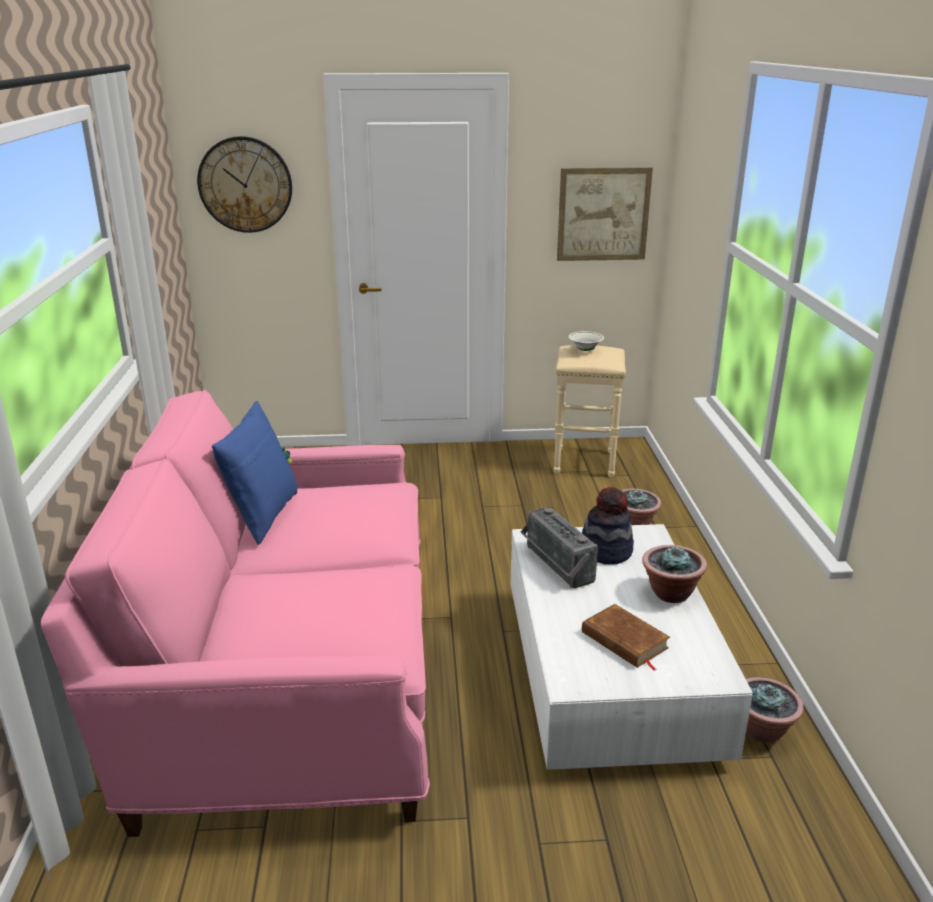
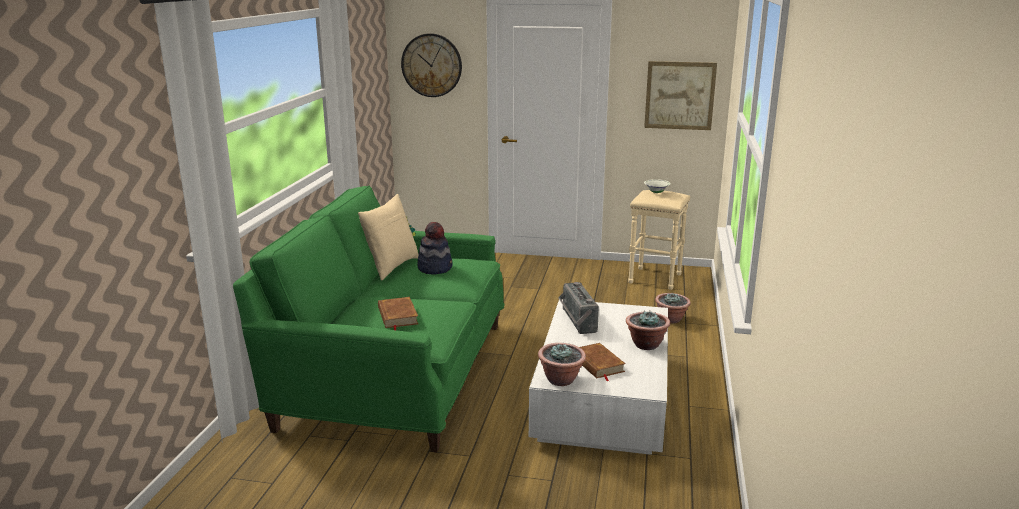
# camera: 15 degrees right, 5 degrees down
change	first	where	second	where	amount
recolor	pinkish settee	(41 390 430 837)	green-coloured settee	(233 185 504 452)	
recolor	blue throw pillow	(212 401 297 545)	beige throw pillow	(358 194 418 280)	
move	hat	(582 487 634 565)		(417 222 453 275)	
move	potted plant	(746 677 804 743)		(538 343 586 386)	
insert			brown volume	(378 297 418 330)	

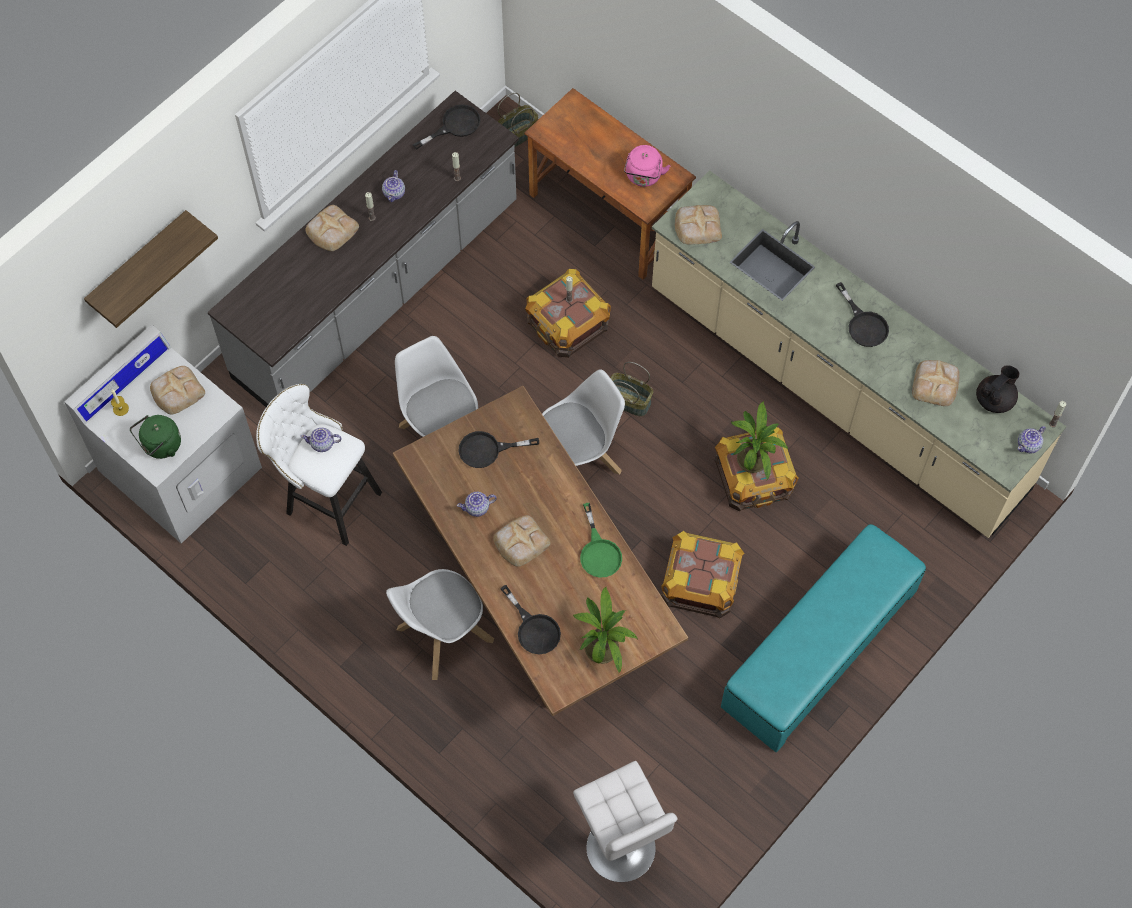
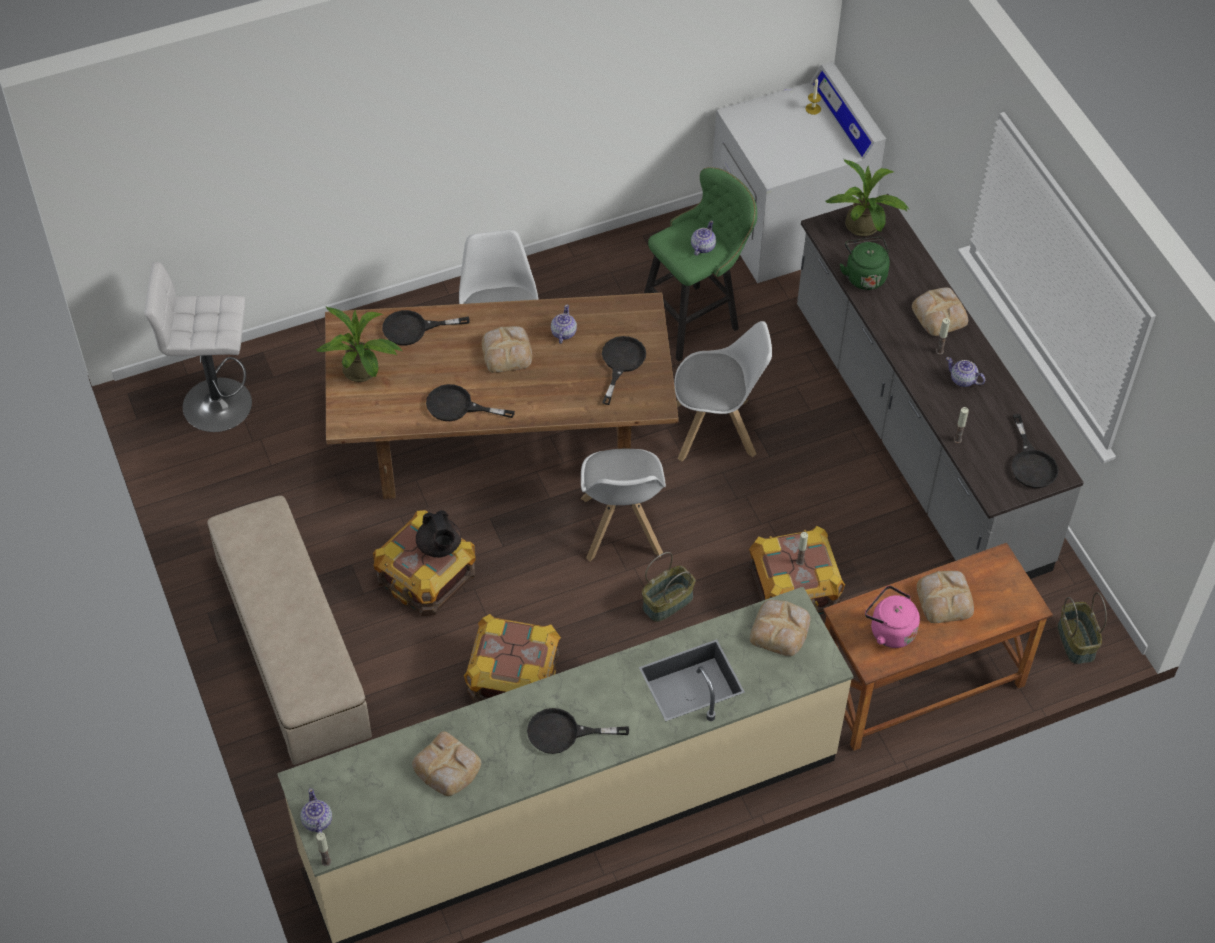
# camera: 115 degrees right, 10 degrees down
change	first	where	second	where	amount
delete	wall shelf	(84 210 218 328)			
move	green-coloured water kettle	(130 415 181 459)		(840 237 890 290)	
move	bread	(150 366 205 414)		(917 571 974 623)	
recolor	whitish stool	(256 384 382 546)	green-coloured stool	(644 167 757 362)	
recolor	green-coloured skillet	(580 503 622 578)	black skillet	(426 384 515 421)	
recolor	turquoise-coloured bench	(721 524 926 752)	beige bench	(207 496 372 765)	
move	potted plant	(731 401 788 480)		(825 159 909 237)	
move	black teapot	(976 366 1019 413)		(416 510 461 558)	

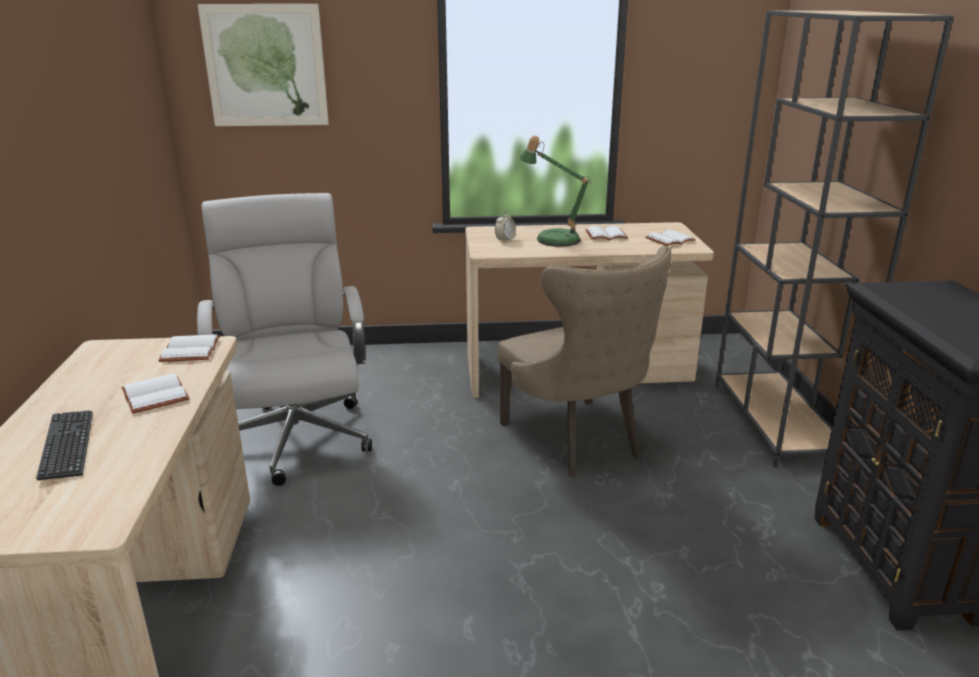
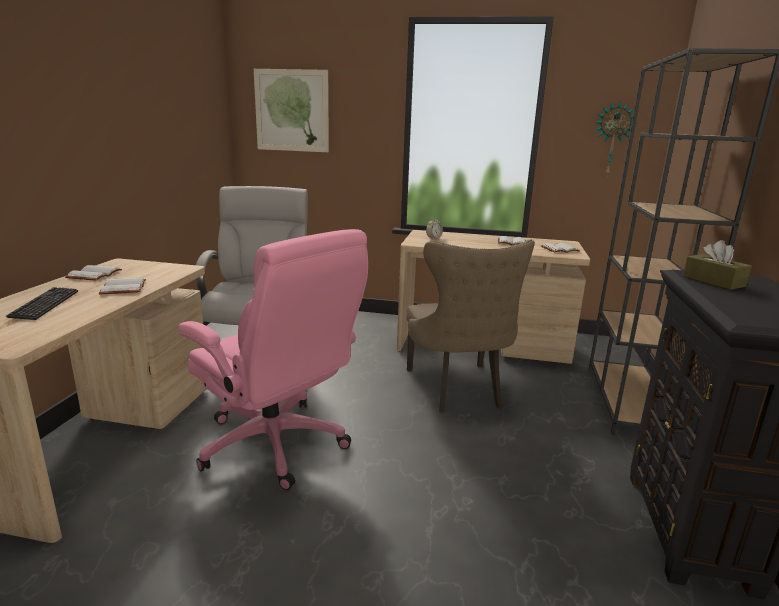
# camera: 15 degrees right, 5 degrees down
change	first	where	second	where	amount
move	whitish volume	(158 334 220 362)		(65 265 122 281)	
delete	lamp for a table	(519 136 591 247)			
insert			pinkish office chair	(178 229 368 490)	
insert			hanging clock	(595 102 638 176)	
insert			brown box of tissues	(683 240 752 290)	

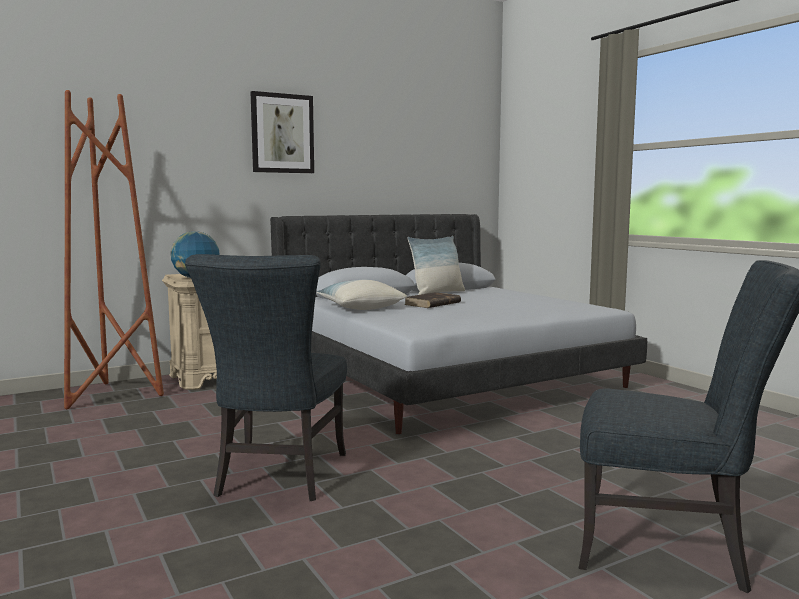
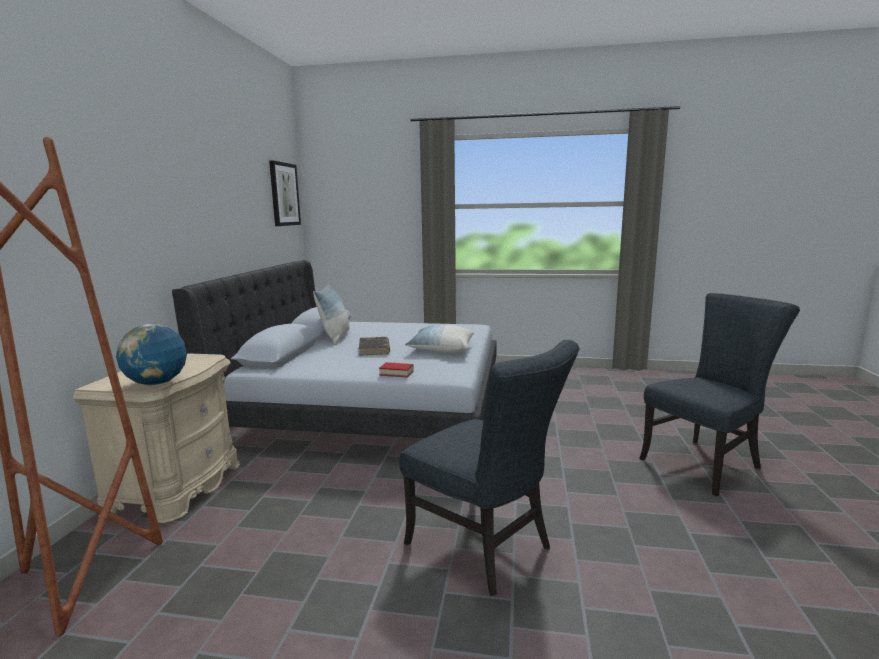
# camera: 50 degrees left, 5 degrees up
change	first	where	second	where	amount
move	wall picture	(251 91 314 173)		(269 160 301 226)	
move	throw pillow	(317 280 407 310)		(405 325 474 353)	
insert			volume	(379 362 414 377)	

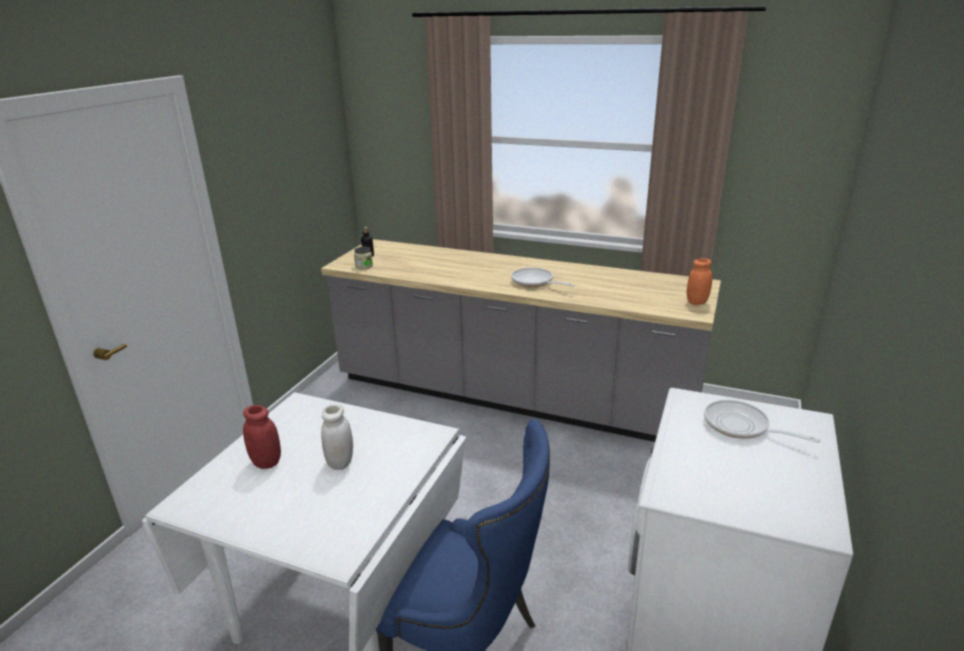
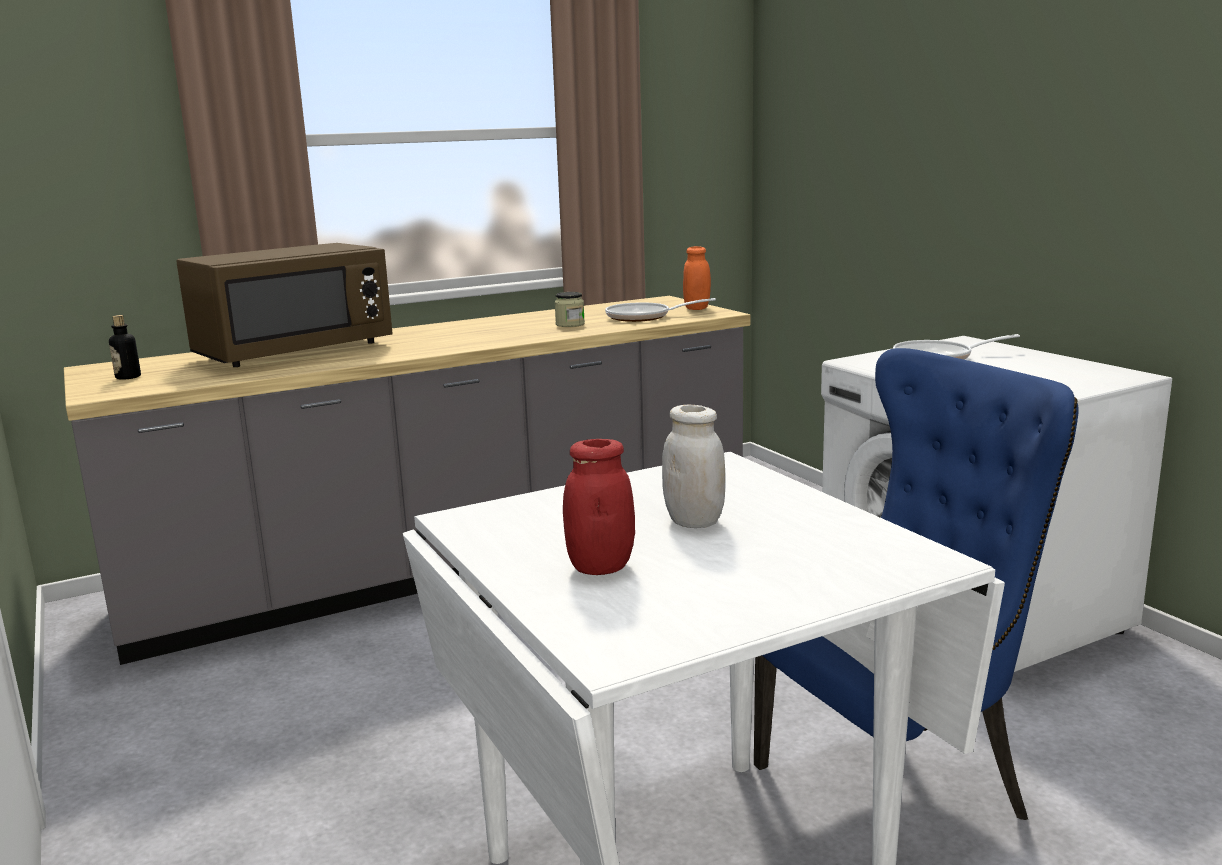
# camera: 50 degrees left, 10 degrees down
change	first	where	second	where	amount
move	storage jar	(354 247 373 269)		(555 292 585 327)	
move	skillet	(511 267 575 287)		(605 298 716 322)	
insert			brown microwave	(176 243 393 367)	

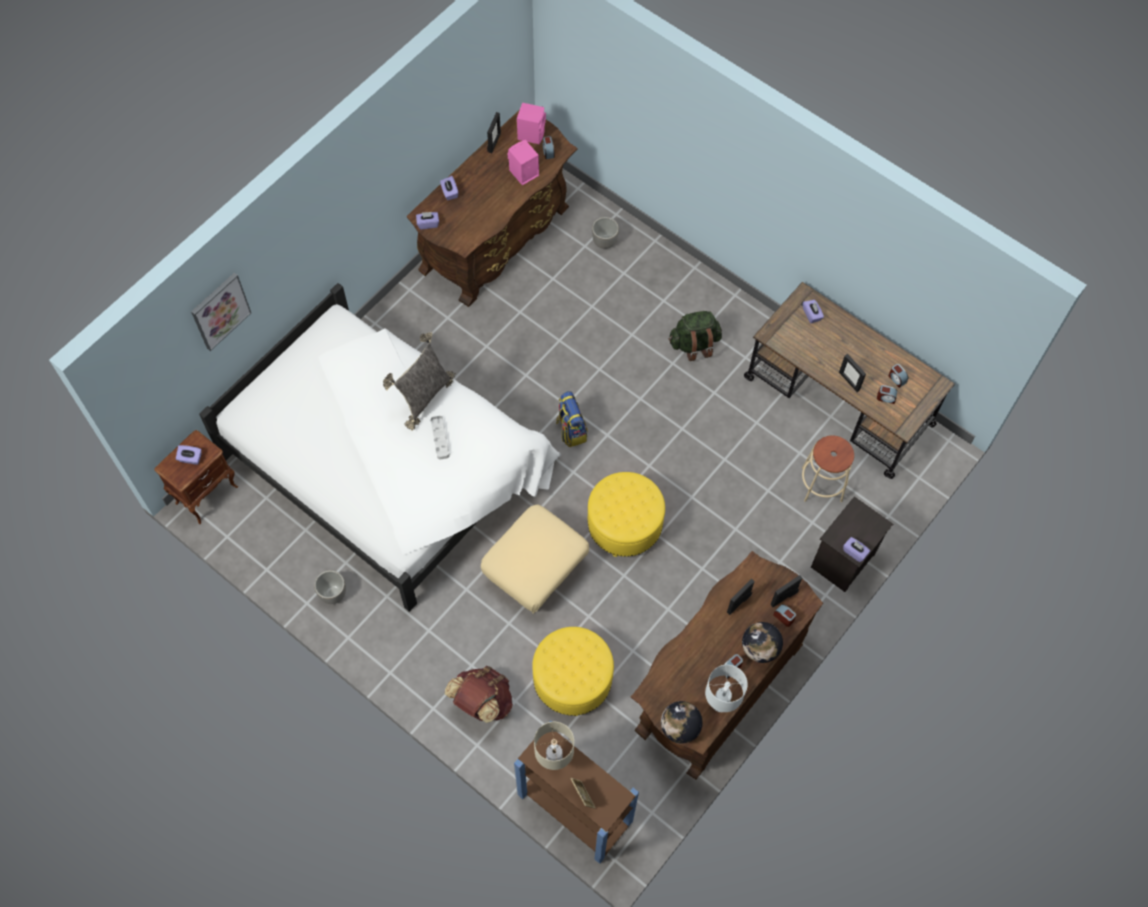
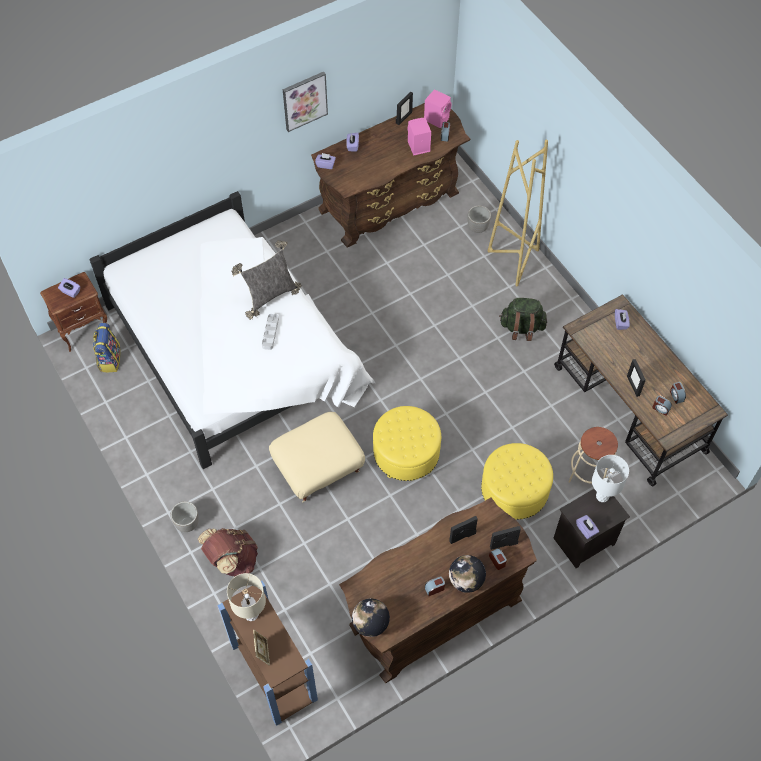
# camera: 20 degrees right, 5 degrees down
change	first	where	second	where	amount
move	wall picture	(191 272 251 351)		(283 72 328 132)	
move	planter	(314 570 346 604)		(170 501 199 532)	
move	yellow-coloured ottoman	(532 627 614 716)		(481 443 553 520)	
move	backpack	(556 391 588 447)		(93 323 121 372)	
move	whitish lamp for a table	(705 665 748 712)		(592 455 629 502)	
insert			yellow-coloured garment stand	(488 140 548 286)	

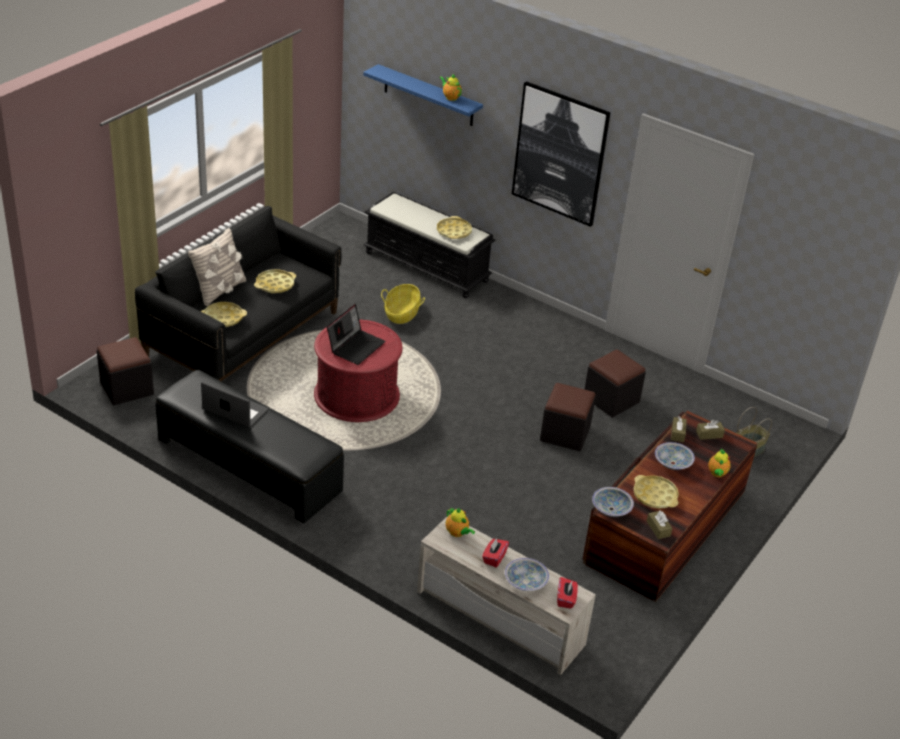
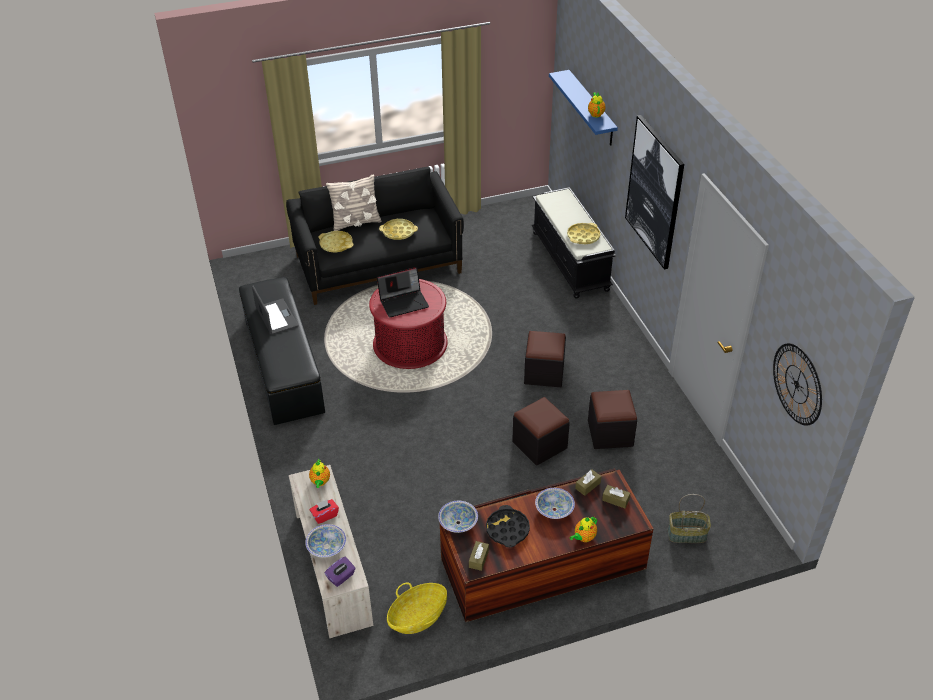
# camera: 40 degrees right, 5 degrees up
change	first	where	second	where	amount
move	black ottoman	(97 337 154 405)		(524 331 566 387)	
move	household basket	(381 284 425 324)		(387 582 447 634)	
recolor	reddish box of tissues	(557 577 578 609)	purple-coloured box of tissues	(325 556 356 587)	
recolor	yellow-coloured tray	(633 475 679 509)	black tray	(486 505 530 547)	
insert			hanging clock	(773 343 822 426)	

